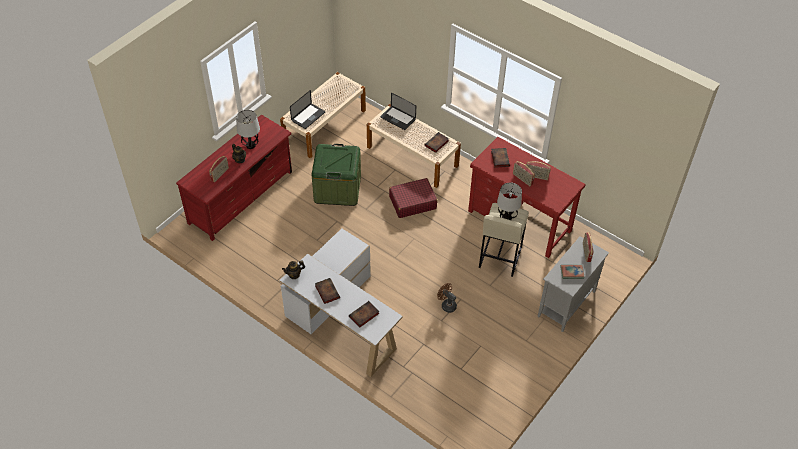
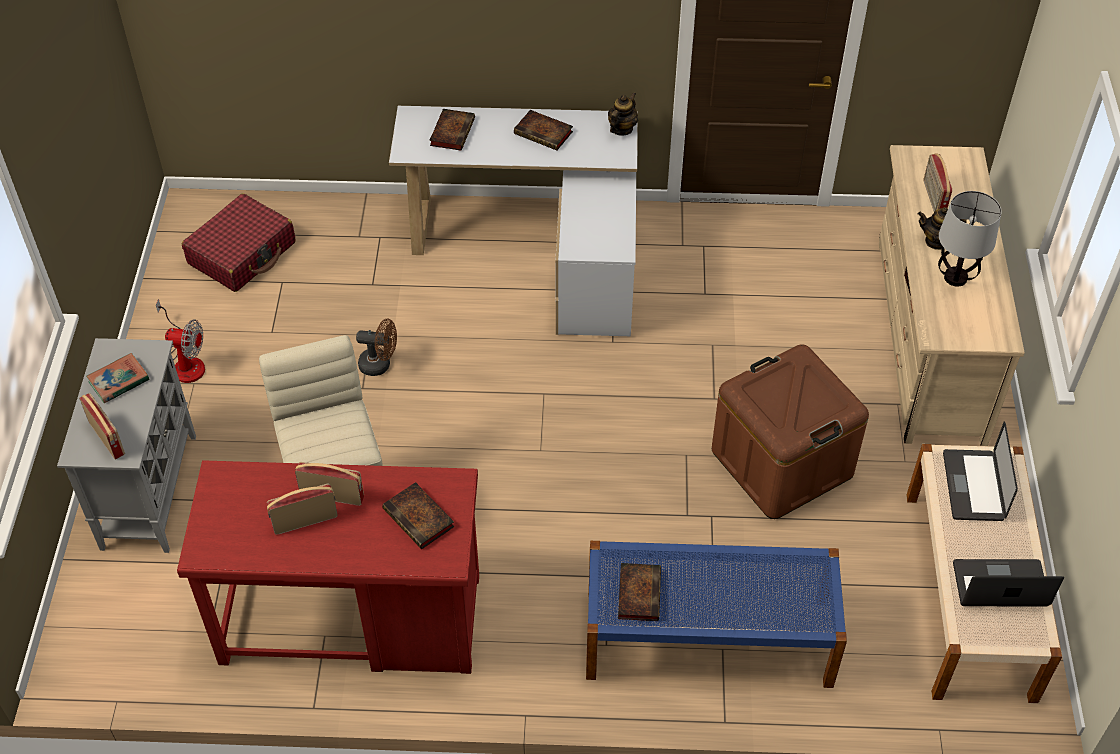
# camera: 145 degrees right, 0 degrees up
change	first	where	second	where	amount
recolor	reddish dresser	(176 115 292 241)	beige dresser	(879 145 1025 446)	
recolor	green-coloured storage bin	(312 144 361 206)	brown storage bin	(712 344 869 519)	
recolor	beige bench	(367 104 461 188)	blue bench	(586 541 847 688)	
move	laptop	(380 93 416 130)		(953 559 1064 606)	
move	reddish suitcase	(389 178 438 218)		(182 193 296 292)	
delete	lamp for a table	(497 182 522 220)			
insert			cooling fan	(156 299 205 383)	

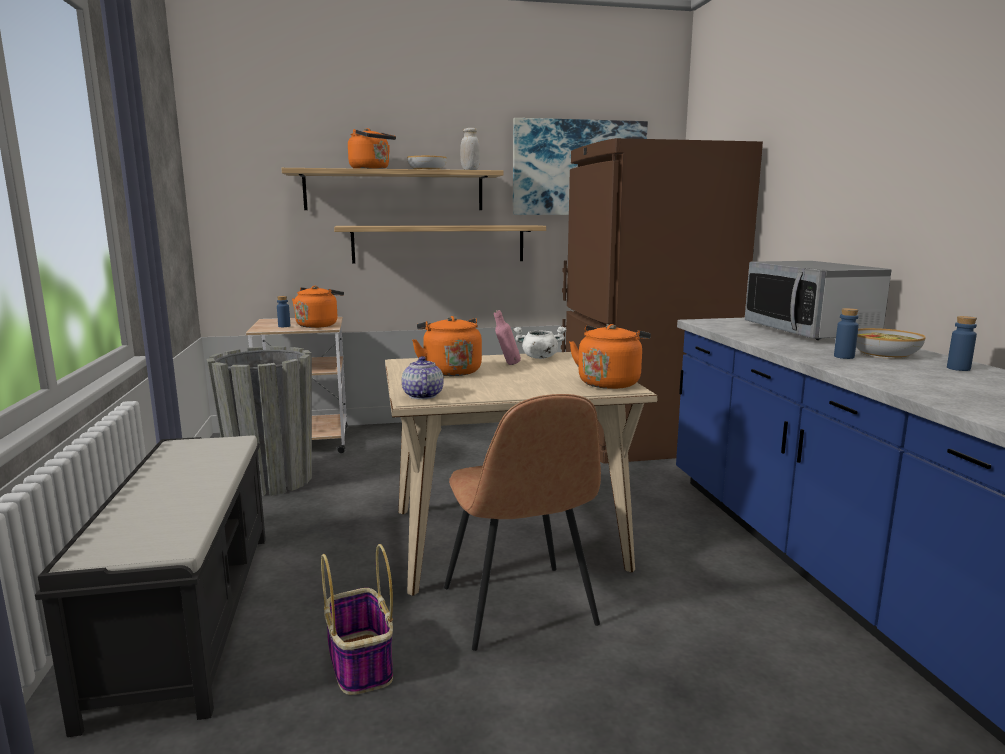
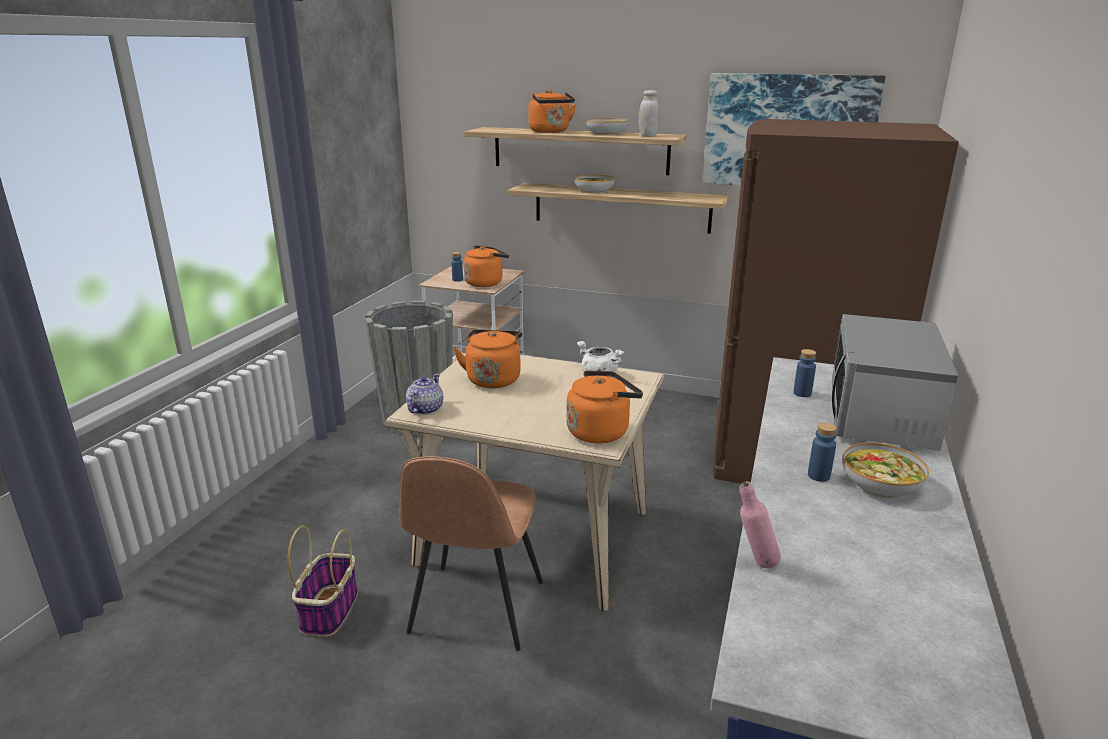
# camera: 30 degrees right, 10 degrees up
change	first	where	second	where	amount
delete	black bench	(35 435 266 737)			
move	pinkish bottle	(494 310 521 365)		(739 481 781 568)	
move	blue bottle	(947 316 977 371)		(793 349 816 397)	
insert			bowl	(574 175 615 193)	

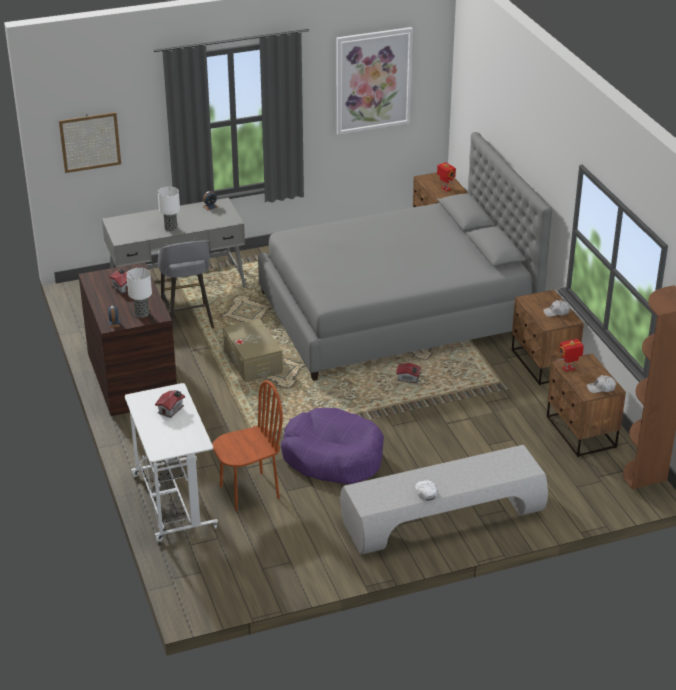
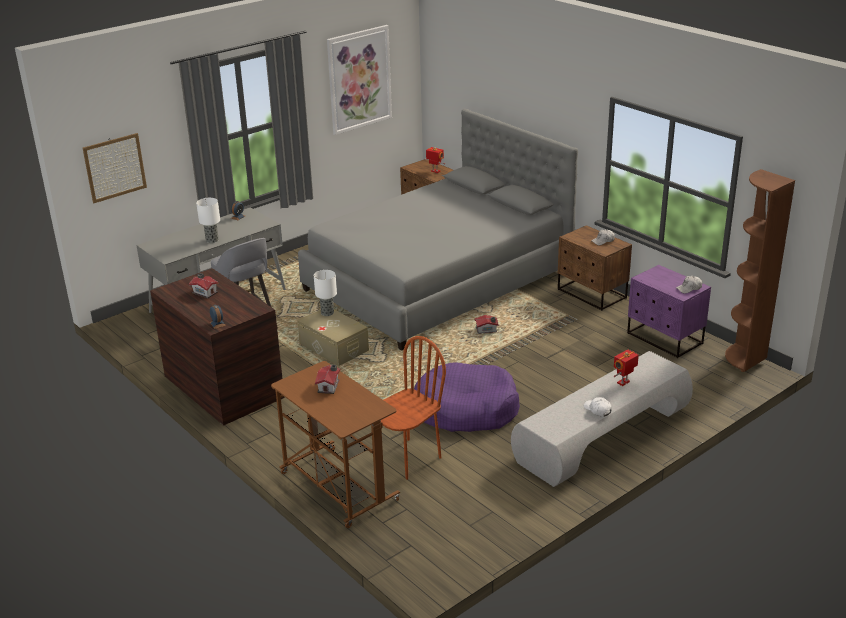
# camera: 20 degrees left, 5 degrees down
change	first	where	second	where	amount
recolor	whitish desk	(125 383 218 542)	brown desk	(271 361 400 528)	
move	lamp for a table	(126 268 152 318)		(314 270 337 316)	
recolor	brown night table	(547 354 626 457)	purple-coloured night table	(627 265 711 358)	
move	toy robot	(556 339 586 372)		(614 349 639 386)	

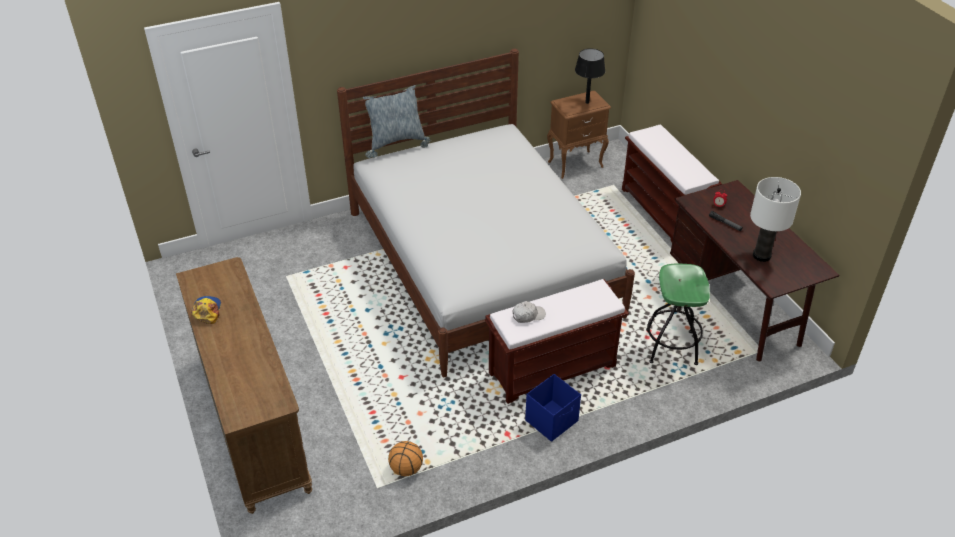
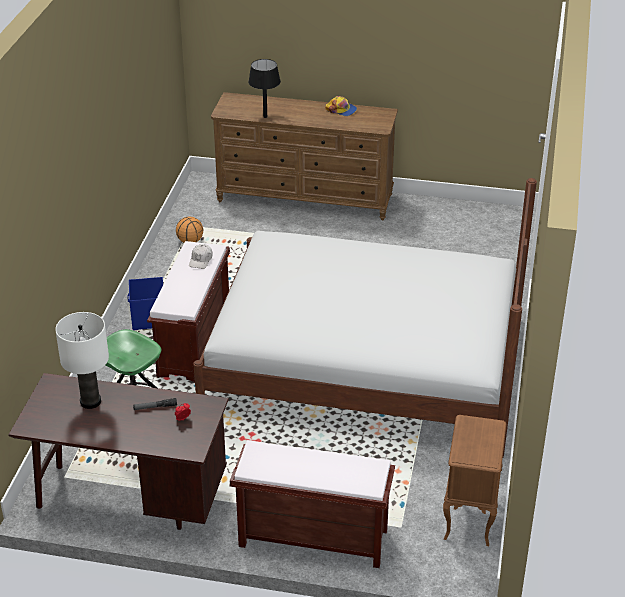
# camera: 125 degrees right, 5 degrees down
change	first	where	second	where	amount
delete	throw pillow	(363 85 430 158)			
move	black lamp for a table	(575 49 605 104)		(248 59 281 118)	

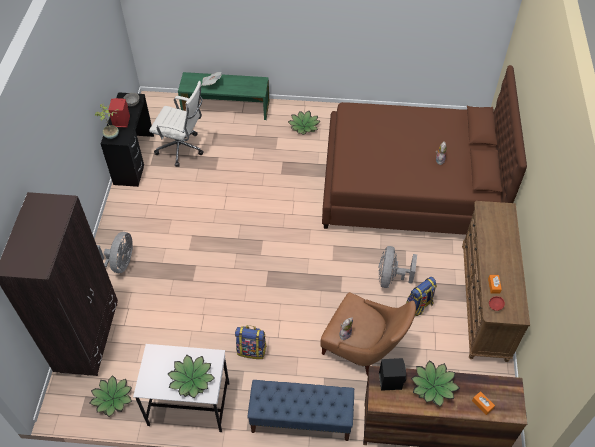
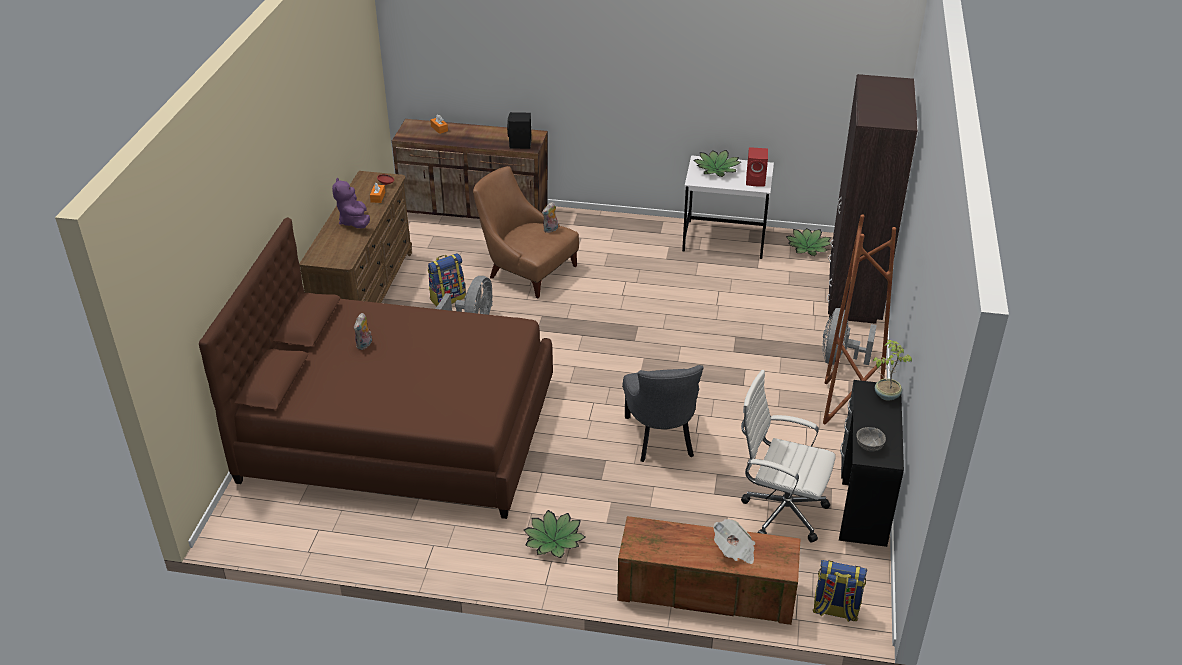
# camera: 175 degrees left, 15 degrees down
change	first	where	second	where	amount
move	reddish loudspeaker	(108 98 130 127)		(746 147 768 186)	
recolor	green-coloured bench	(178 72 269 120)	brown bench	(617 516 800 625)	
move	backpack	(235 325 267 359)		(813 560 867 622)	
delete	blue bench	(247 380 354 441)			
delete	potted plant	(411 360 460 407)			
insert			purple-coloured soft toy	(332 178 370 228)	
insert			greyish armchair	(622 365 704 462)	
insert			brown garment stand	(823 214 896 424)	

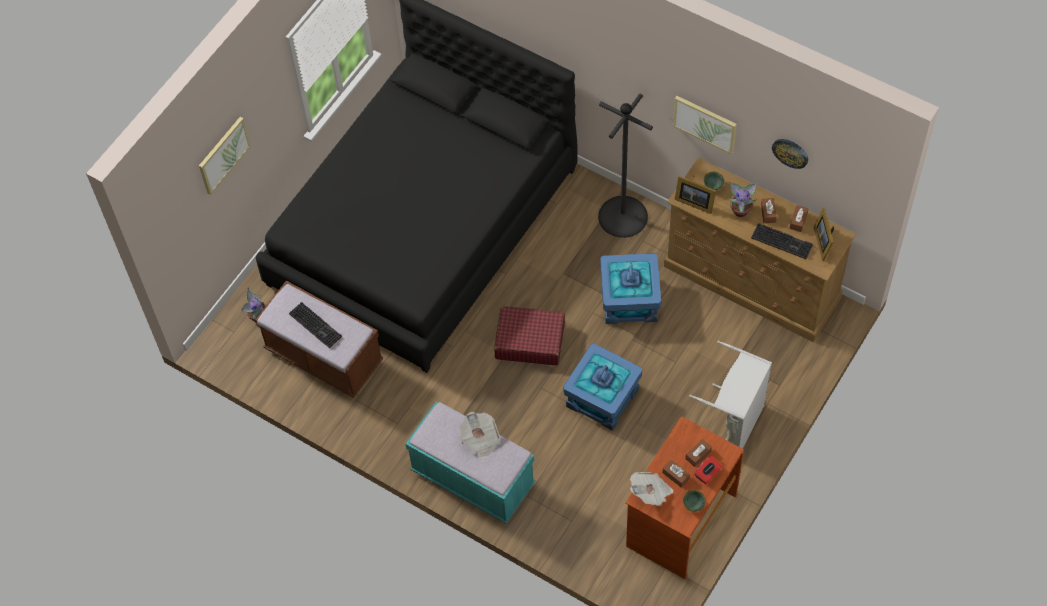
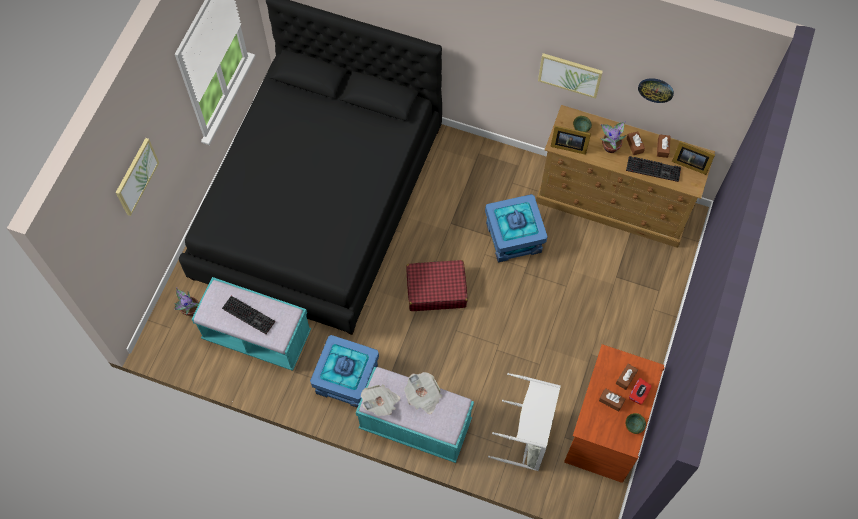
# camera: 15 degrees left, 5 degrees up
change	first	where	second	where	amount
recolor	brown bench	(255 281 383 398)	turquoise-coloured bench	(192 277 311 371)	
move	blue storage bin	(563 344 642 431)		(310 335 379 408)	
delete	black garment stand	(598 94 653 238)			
move	newspaper	(630 472 673 506)		(361 384 400 416)	
move	greyish hamper	(690 341 772 449)		(488 373 561 471)	
rotate	photo frame	(814 208 834 261)		(672 141 715 175)	45 degrees counterclockwise

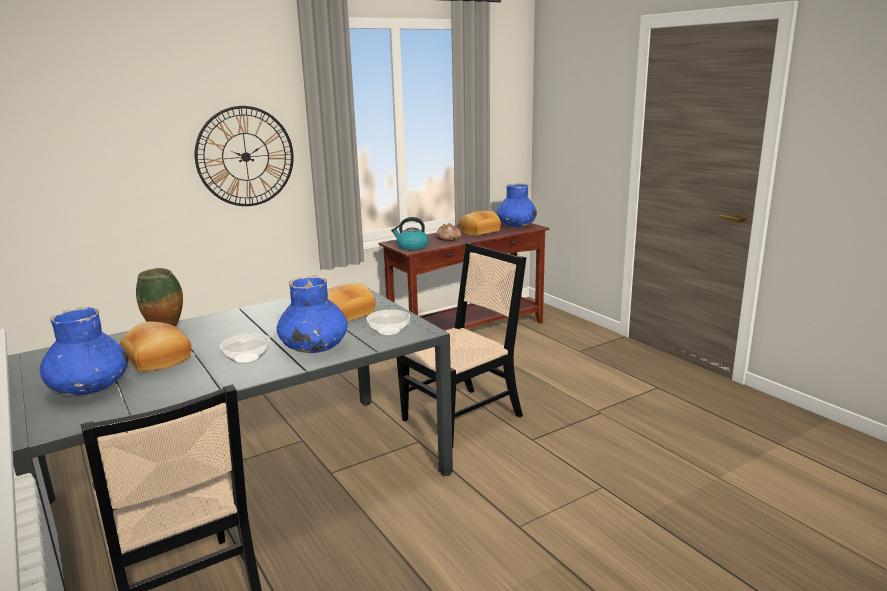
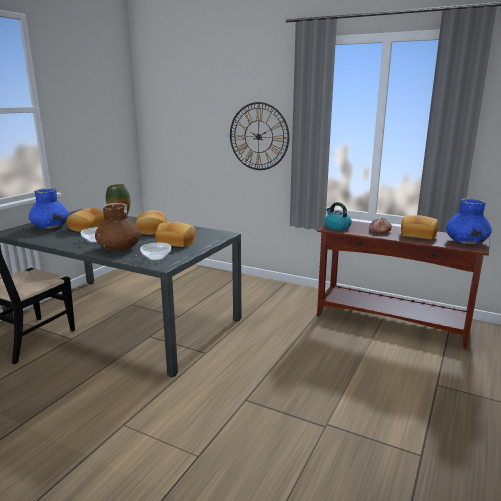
# camera: 60 degrees right, 0 degrees up
change	first	where	second	where	amount
recolor	blue flower vase	(277 276 348 353)	brown flower vase	(95 203 141 251)	
delete	upright chair	(396 243 526 448)			
insert			bread	(135 210 167 235)	

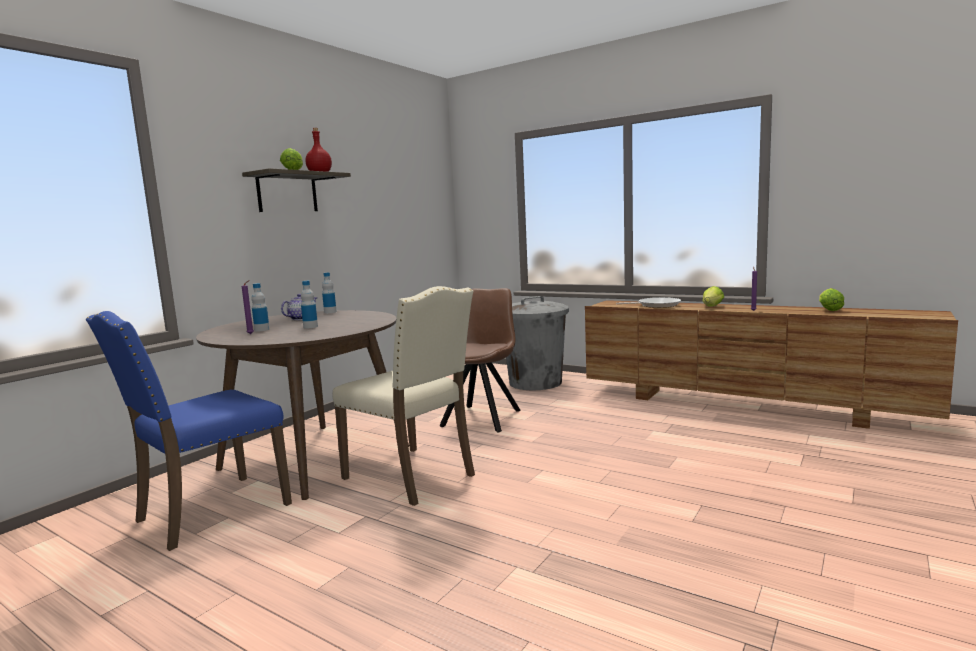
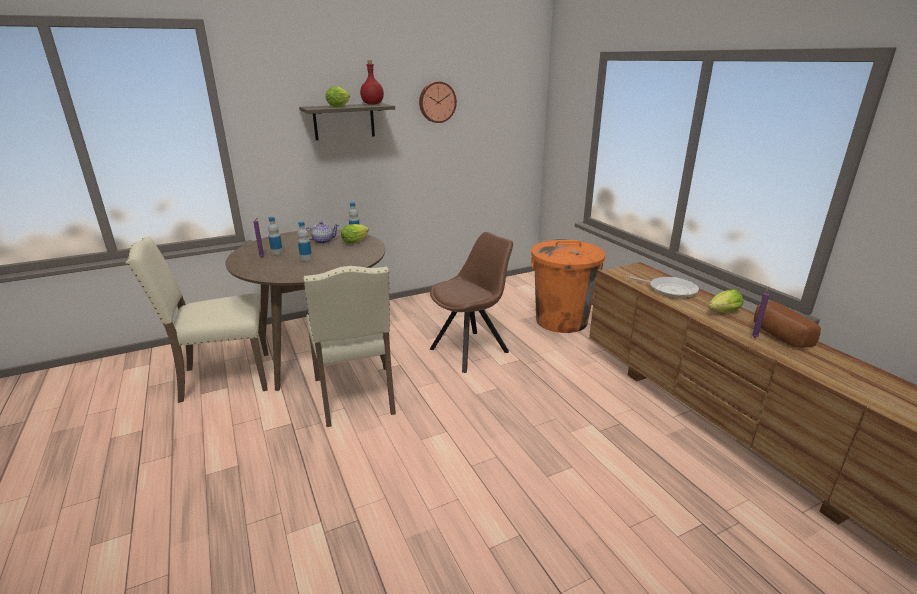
# camera: 30 degrees right, 15 degrees up
change	first	where	second	where	amount
recolor	blue upright chair	(86 311 292 551)	beige upright chair	(125 236 268 403)	
recolor	greyish waste bin	(506 296 569 390)	orangey waste bin	(531 239 605 333)	
move	lettuce head	(819 288 844 311)		(341 224 369 244)	
insert			hanging clock	(419 81 457 123)	
insert			bread	(754 301 821 348)	

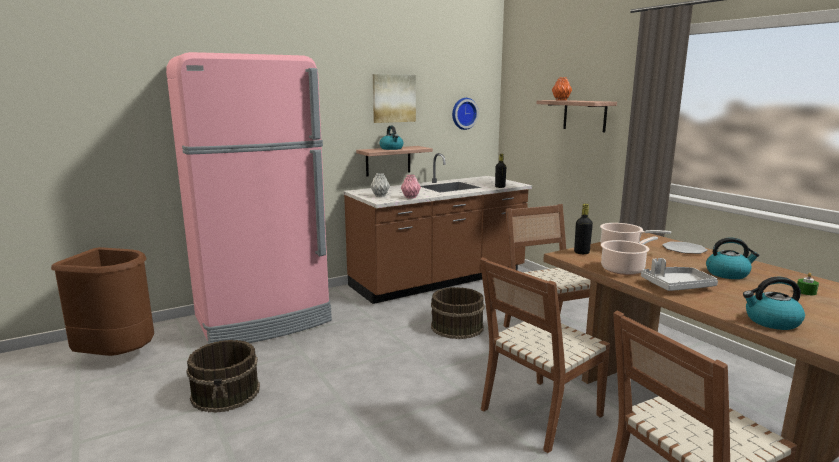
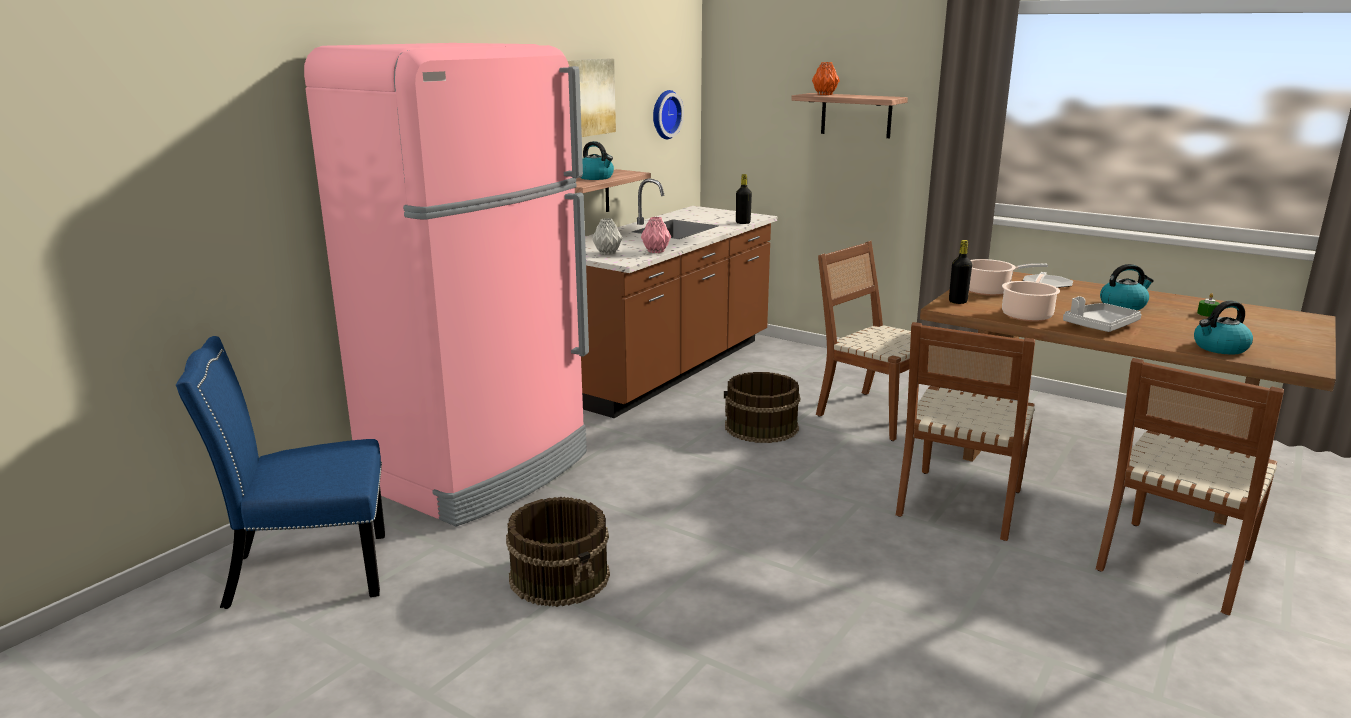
# camera: 25 degrees left, 5 degrees up
change	first	where	second	where	amount
replace	brown waste bin	(51 247 154 356)	blue upright chair	(176 336 385 609)	

